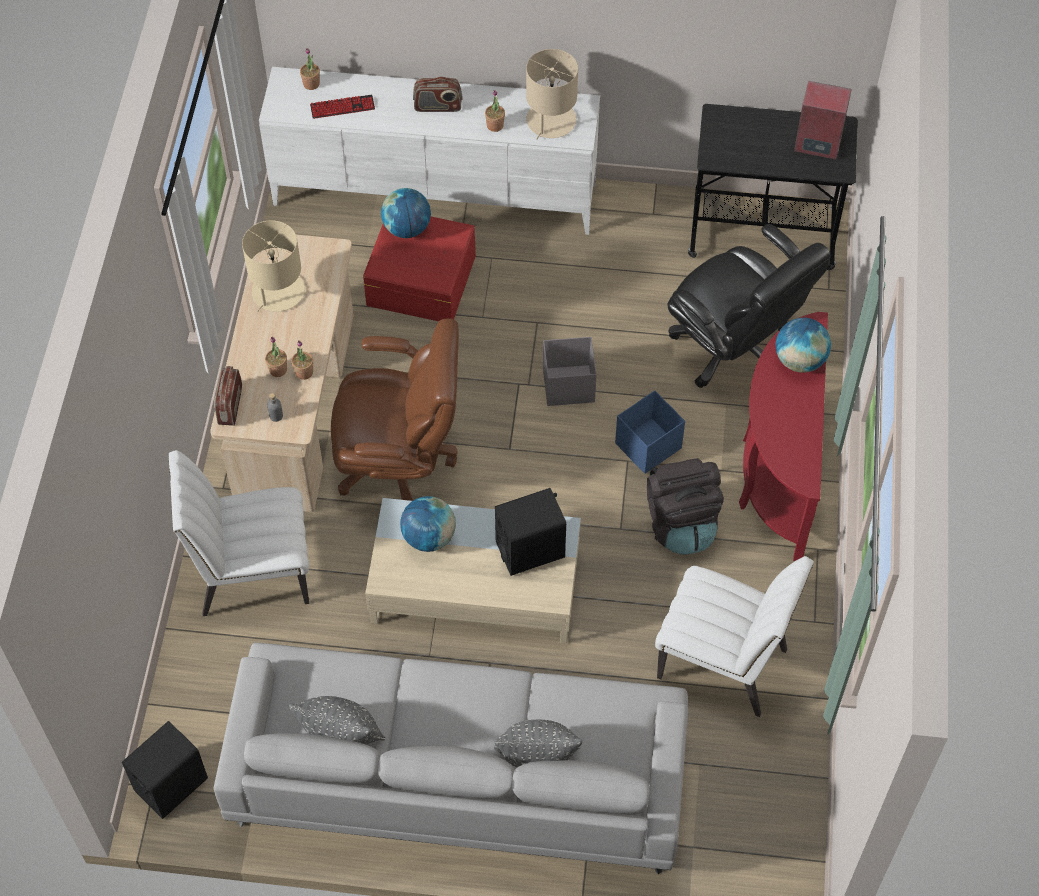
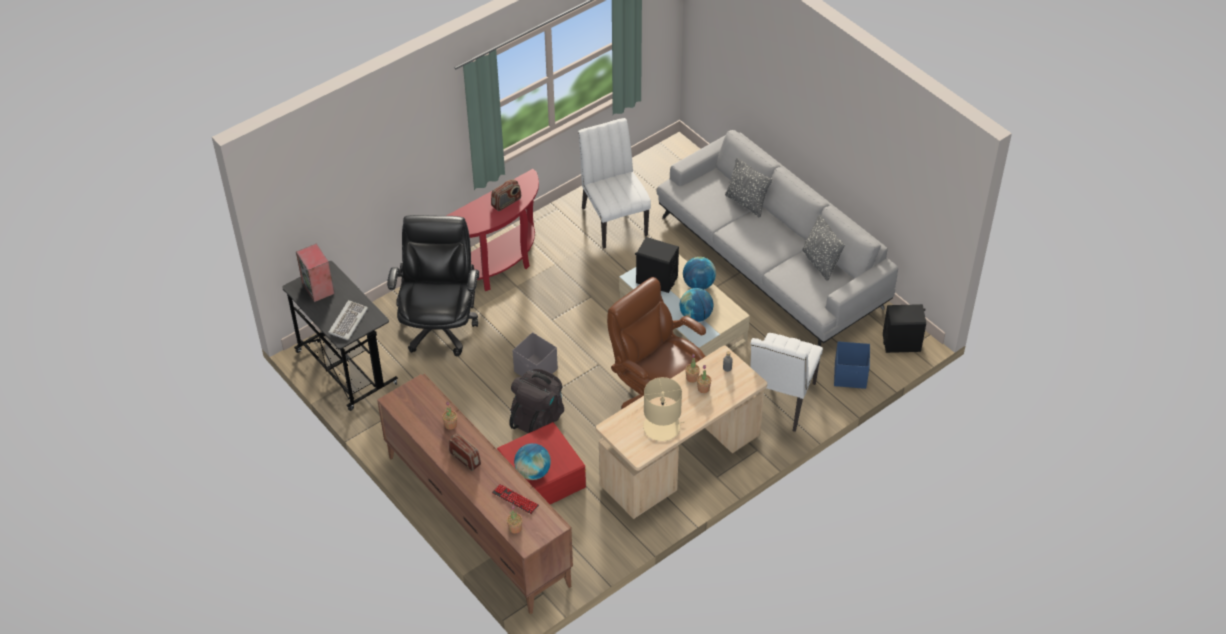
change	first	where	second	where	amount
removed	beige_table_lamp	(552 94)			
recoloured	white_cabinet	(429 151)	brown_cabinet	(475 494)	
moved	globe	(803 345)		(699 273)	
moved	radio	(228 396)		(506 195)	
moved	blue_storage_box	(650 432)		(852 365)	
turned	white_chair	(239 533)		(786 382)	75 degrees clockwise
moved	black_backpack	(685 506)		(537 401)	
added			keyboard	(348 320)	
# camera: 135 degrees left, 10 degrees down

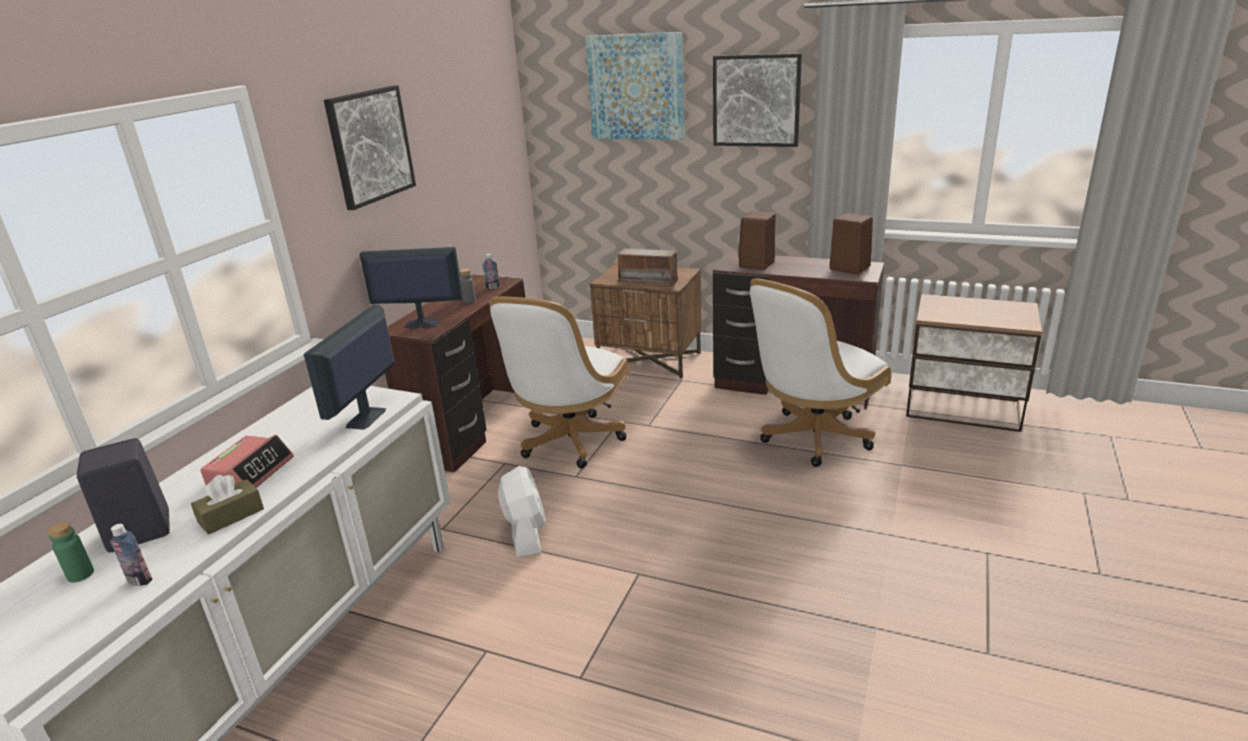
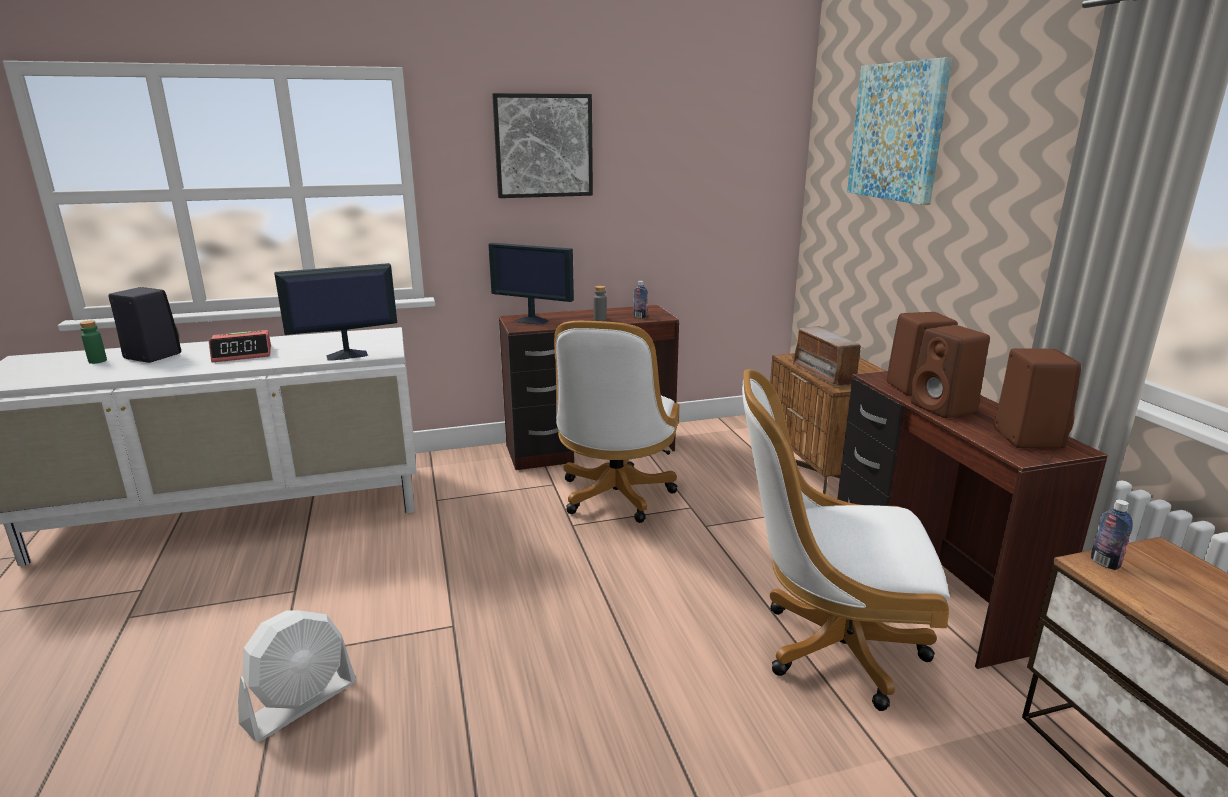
change	first	where	second	where	amount
removed	picture	(757 100)			
turned	monitor	(411 287)		(531 284)	150 degrees clockwise
turned	white_office_chair	(559 382)		(617 422)	60 degrees counterclockwise
moved	white_fan	(522 511)		(297 676)	
removed	brown_tissue_box	(227 505)			
moved	bottle	(131 555)		(1112 535)	
added			brown_speaker	(950 371)	
# camera: 50 degrees right, 5 degrees down

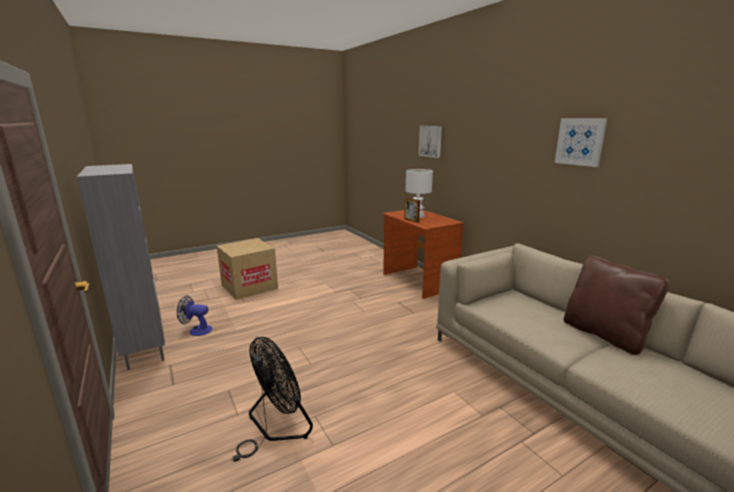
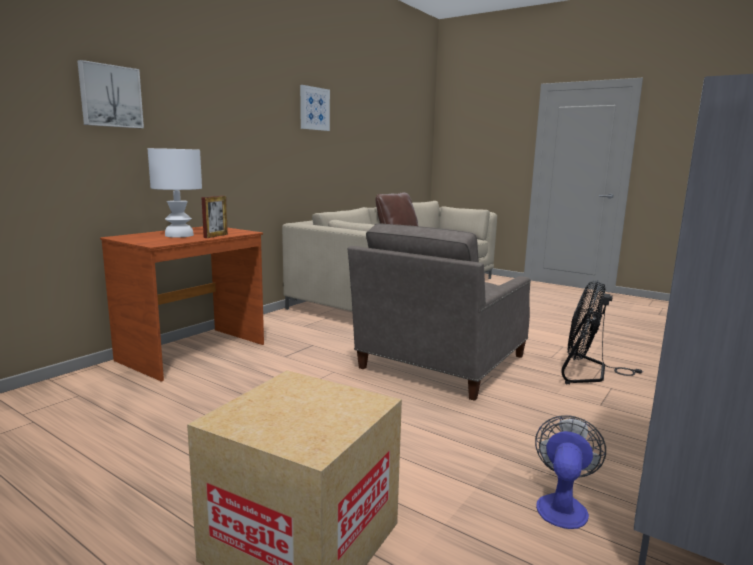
change	first	where	second	where	amount
turned	fan	(194 315)		(570 472)	135 degrees counterclockwise
added			grey_armchair	(439 312)	
# camera: 115 degrees left, 5 degrees down

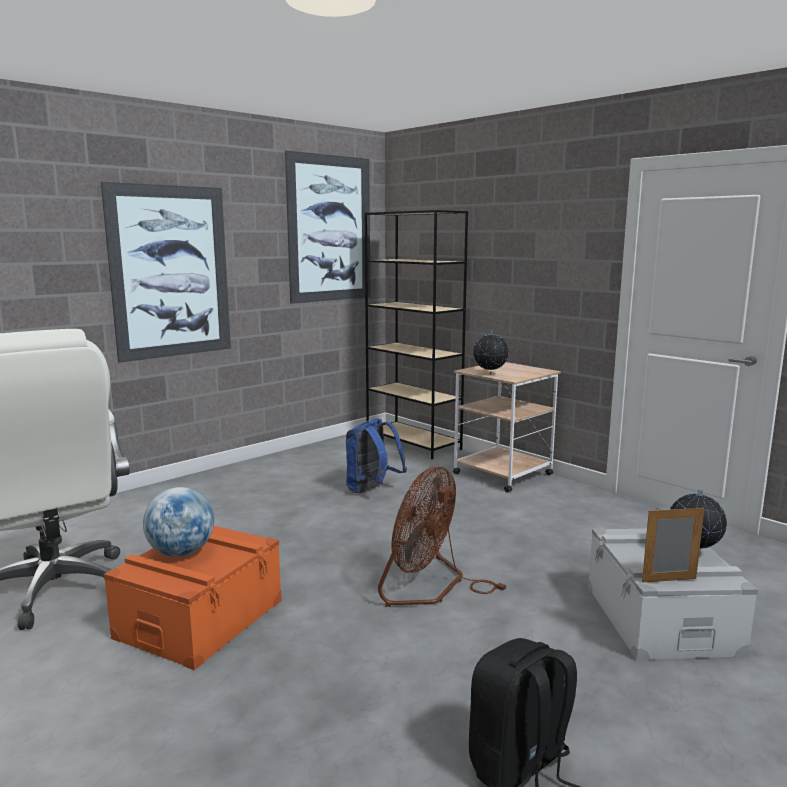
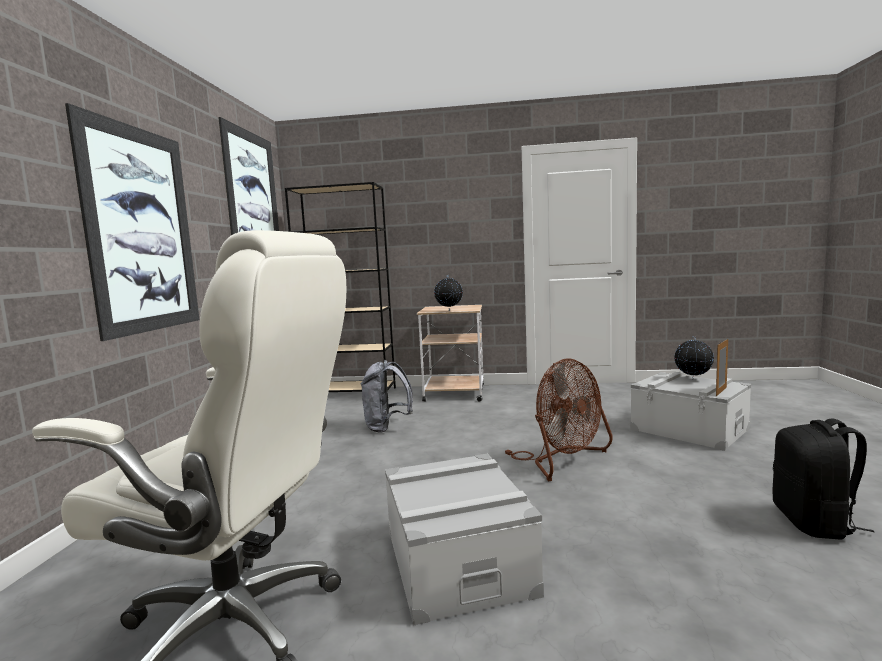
change	first	where	second	where	amount
recoloured	blue_backpack	(376 455)	grey_backpack	(387 396)	
turned	brown_fan	(442 537)		(559 419)	120 degrees counterclockwise
removed	globe	(178 522)			
recoloured	orange_storage_box	(193 598)	grey_storage_box	(464 539)	
# camera: 40 degrees left, 5 degrees down

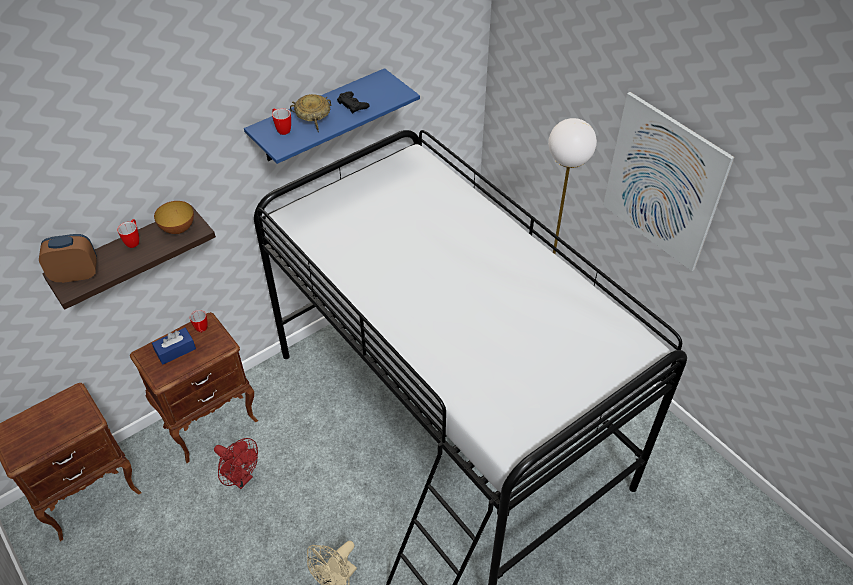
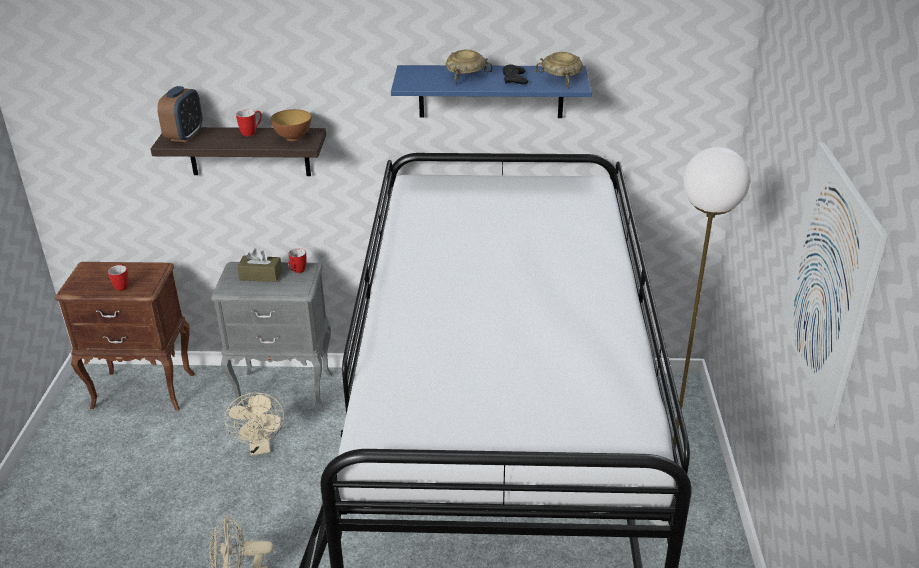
change	first	where	second	where	amount
moved	mug	(281 121)		(118 277)	
turned	alarm_clock	(68 258)		(179 114)	75 degrees clockwise
recoloured	brown_nightstand	(194 387)	grey_nightstand	(271 337)	
recoloured	blue_tissue_box	(174 346)	brown_tissue_box	(259 265)	
recoloured	red_fan	(236 463)	beige_fan	(255 424)	
added			beige_bowl	(559 70)	
# camera: 40 degrees right, 15 degrees down

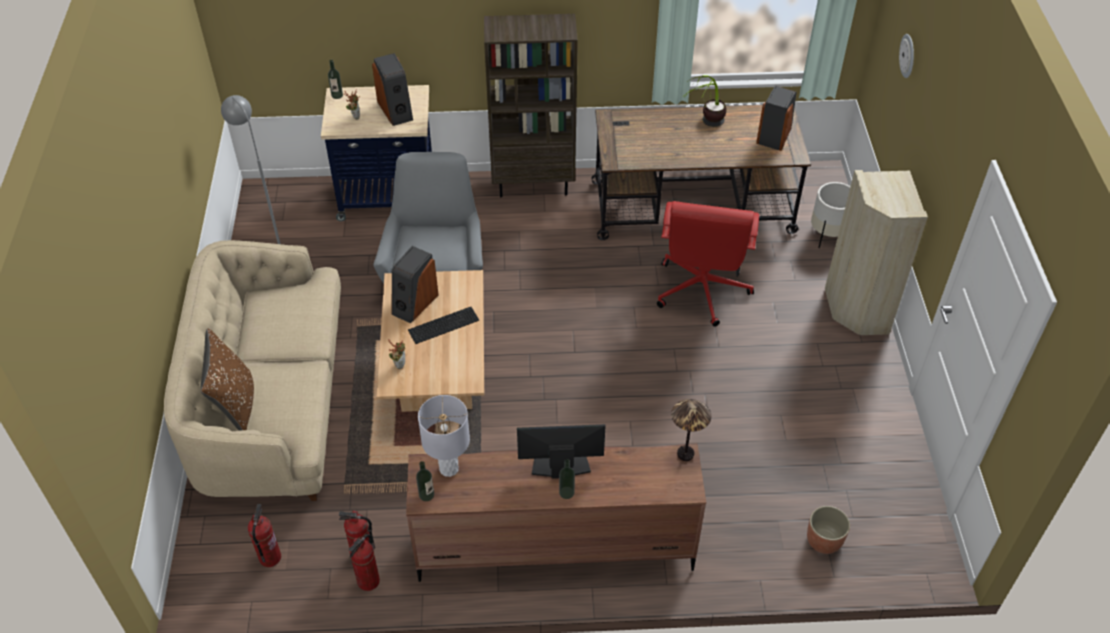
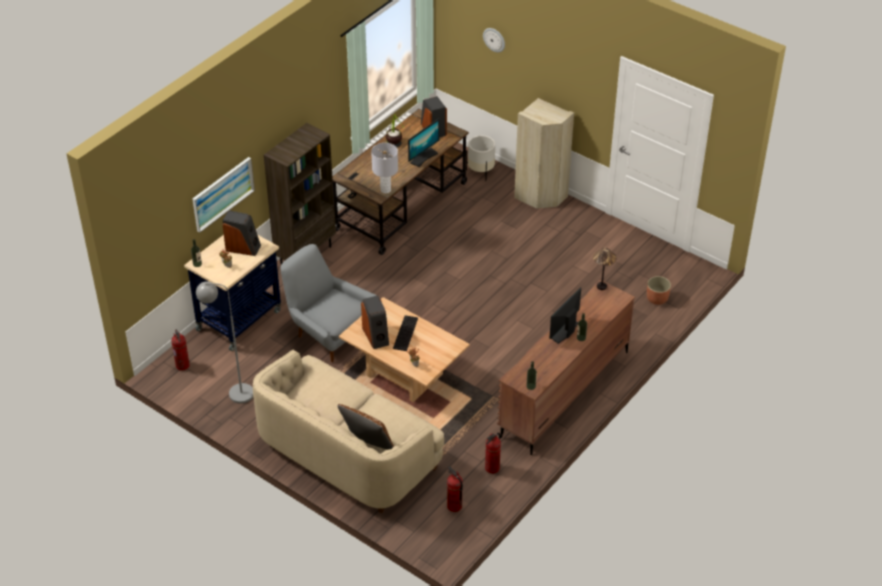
change	first	where	second	where	amount
removed	red_office_chair	(708 264)			
moved	grey_table_lamp	(444 436)		(384 168)	
moved	fire_extinguisher	(364 562)		(180 350)	
added			monitor	(424 142)	
added			picture	(223 195)	
# camera: 50 degrees left, 5 degrees down

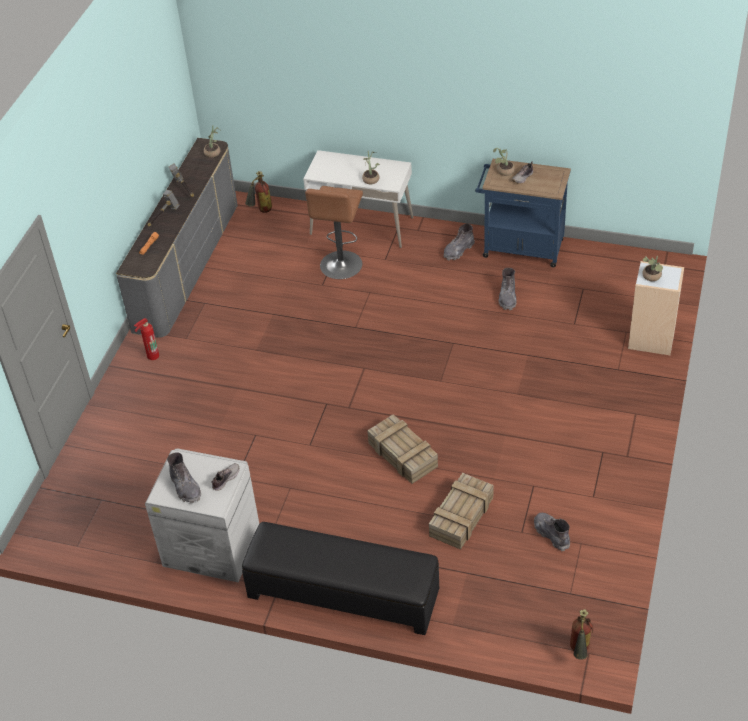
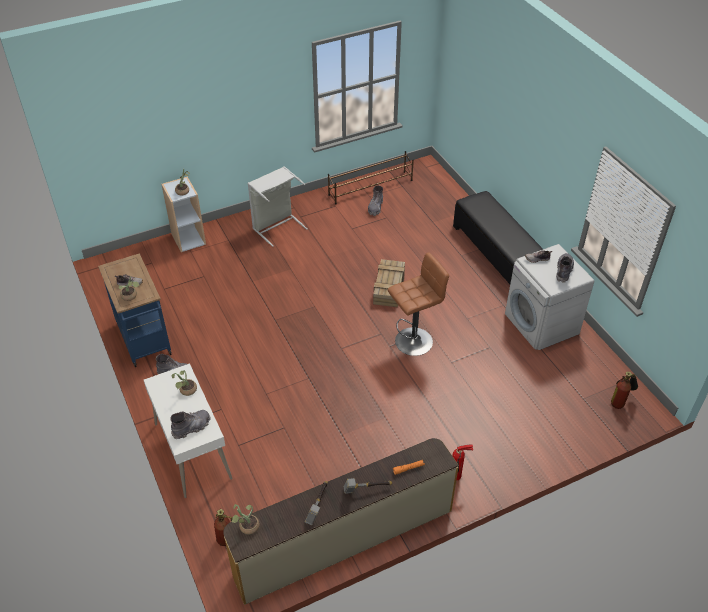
change	first	where	second	where	amount
recoloured	grey_cabinet	(177 238)	brown_cabinet	(341 521)	
moved	brown_stool	(334 232)		(418 304)	
moved	grey_boot	(507 289)		(190 424)	
removed	crate	(461 511)			
moved	fire_extinguisher	(581 634)		(624 390)	
added			brown_shoe_rack	(371 177)	
added			grey_laundry_basket	(277 206)	
# camera: 135 degrees left, 0 degrees up

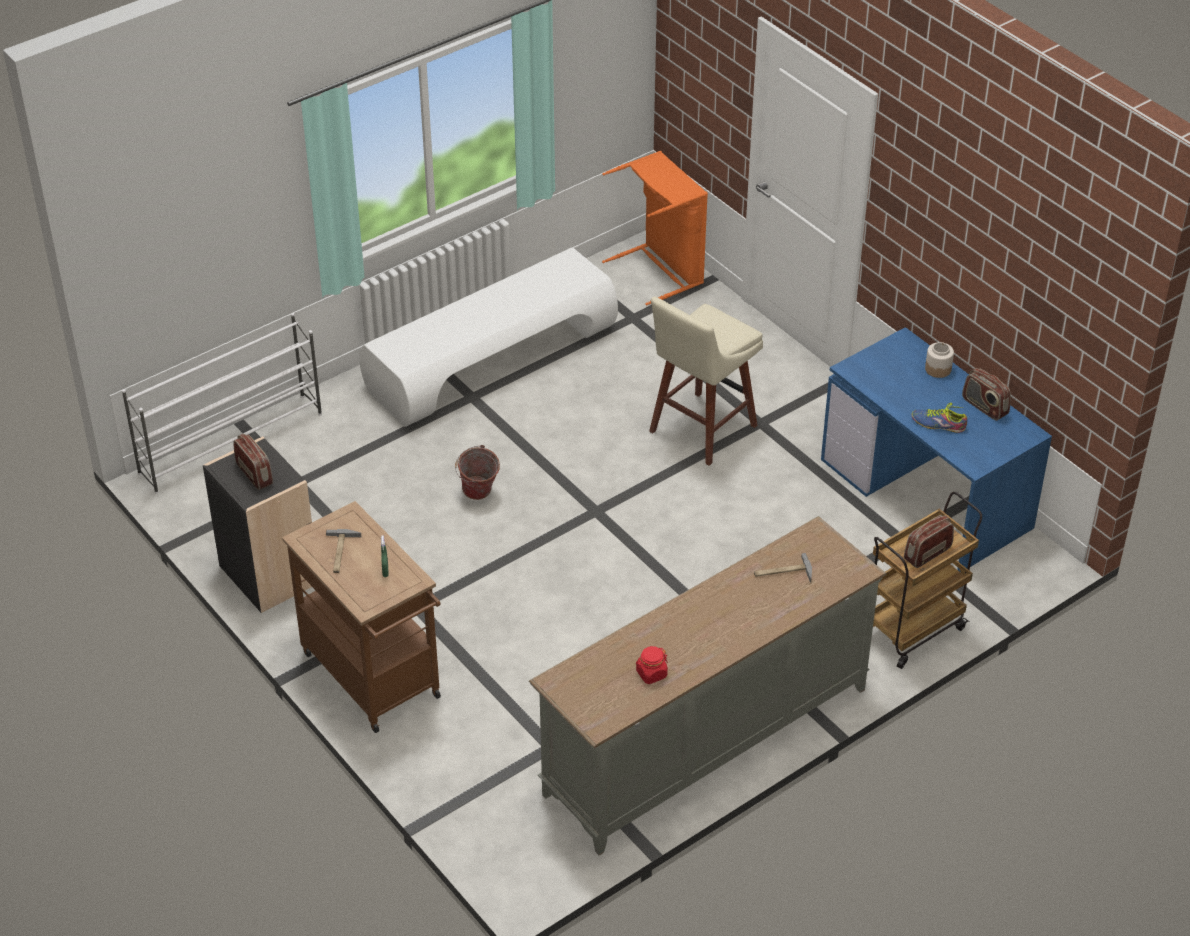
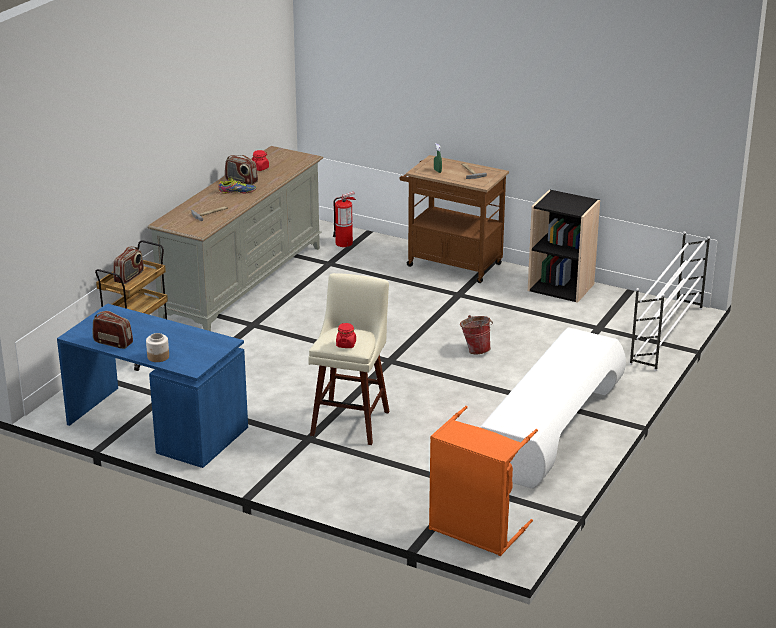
change	first	where	second	where	amount
moved	shoe	(939 418)		(237 185)	
moved	radio	(253 462)		(241 170)	
added			fire_extinguisher	(344 219)	
added			red_jar	(346 335)	
# camera: 155 degrees right, 15 degrees down

